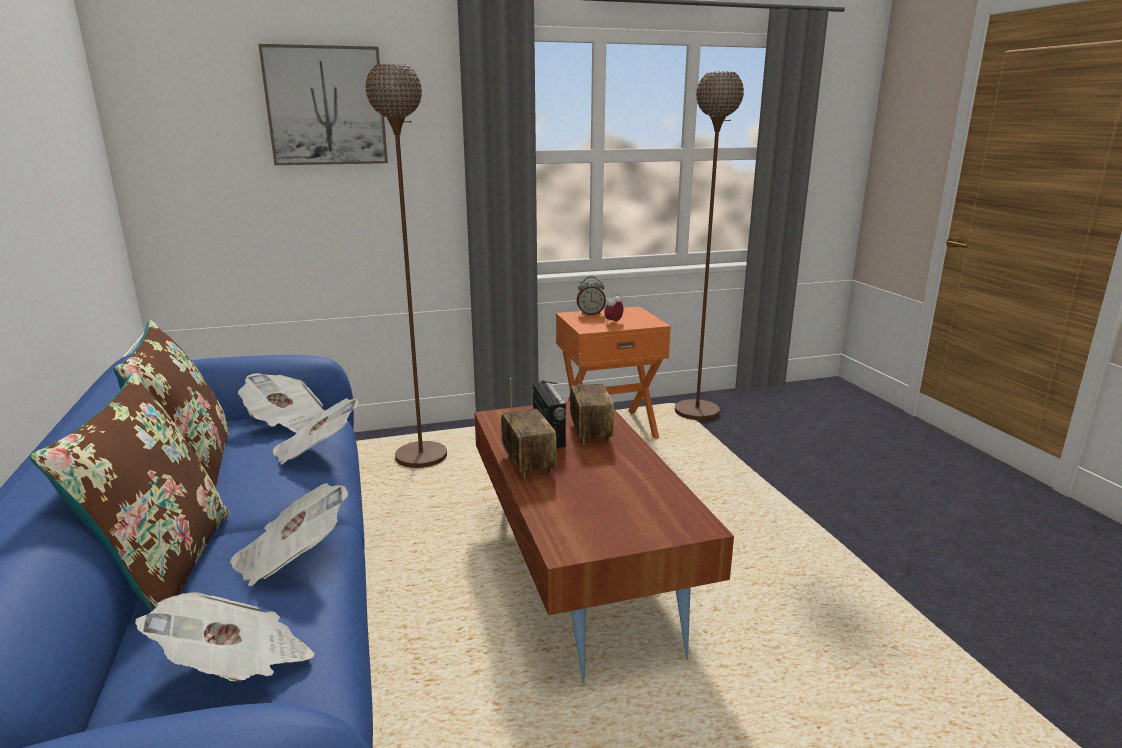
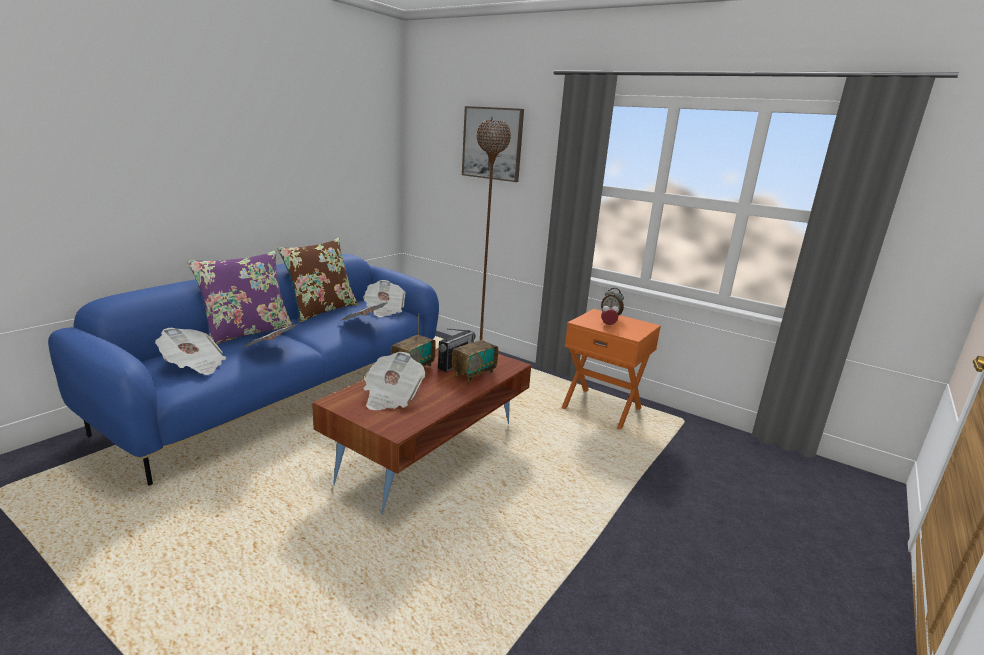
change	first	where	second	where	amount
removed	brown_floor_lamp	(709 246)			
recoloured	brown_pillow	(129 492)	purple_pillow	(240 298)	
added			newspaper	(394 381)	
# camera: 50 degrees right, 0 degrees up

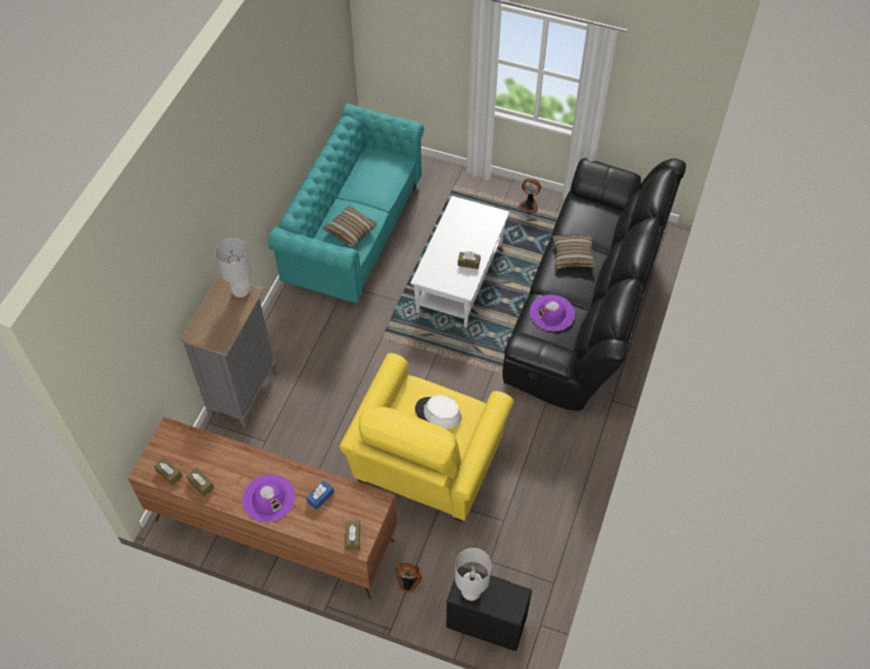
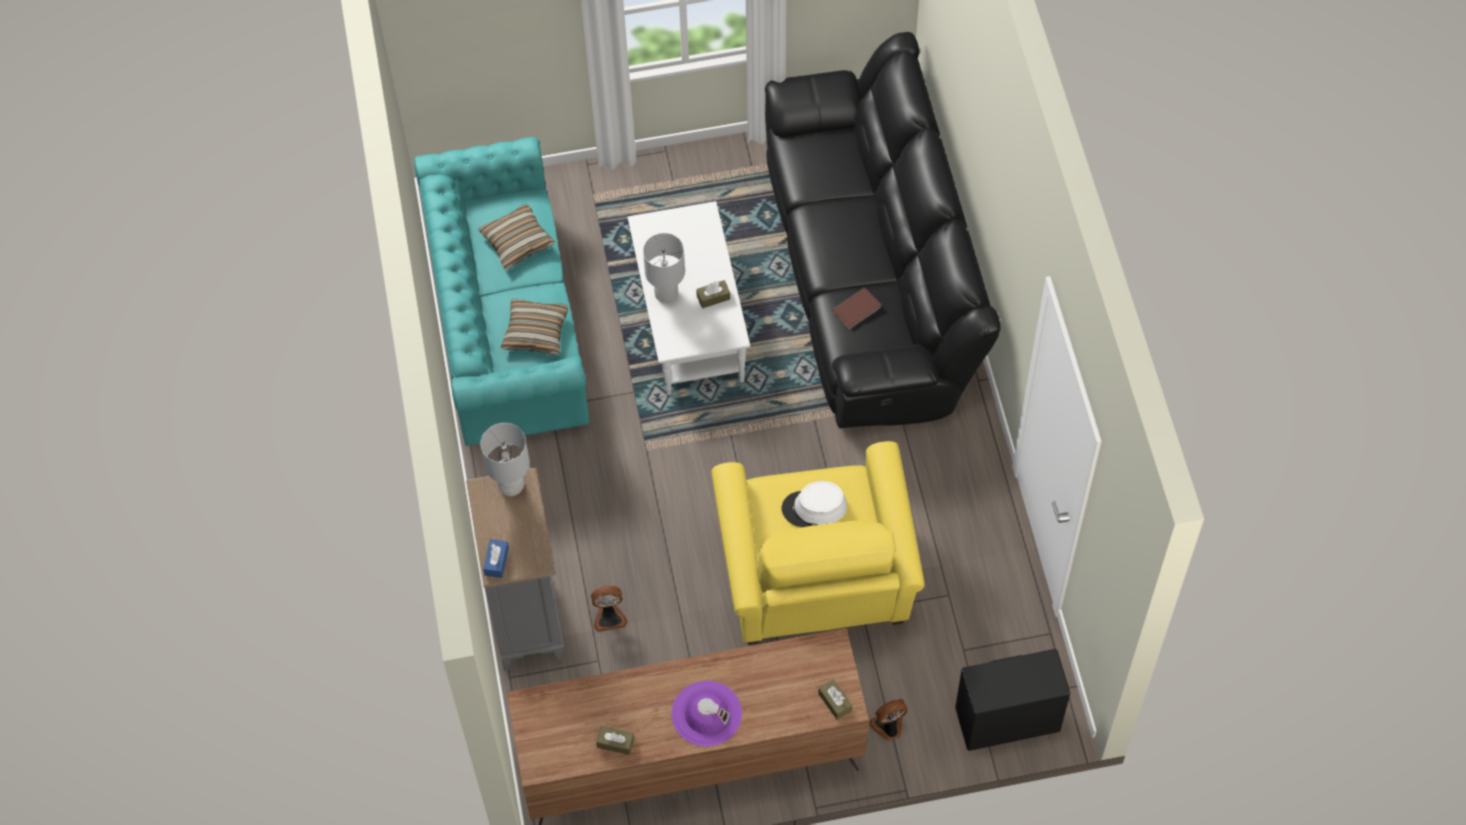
change	first	where	second	where	amount
moved	fan	(529 195)		(609 609)	
moved	pillow	(574 251)		(516 237)	
replaced	purple_hat	(552 313)	brown_book	(857 308)	
removed	brown_tissue_box	(168 471)			
moved	blue_tissue_box	(320 495)		(496 558)	
moved	grey_table_lamp	(473 574)		(664 268)	
# camera: 30 degrees left, 5 degrees up

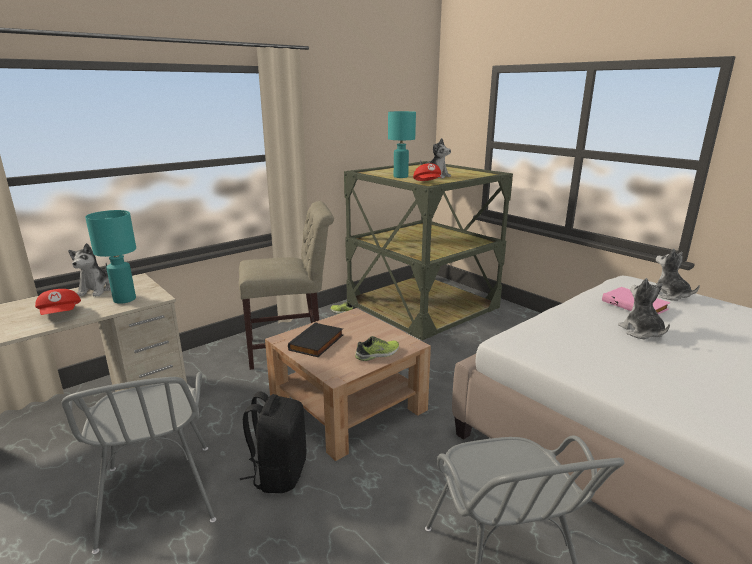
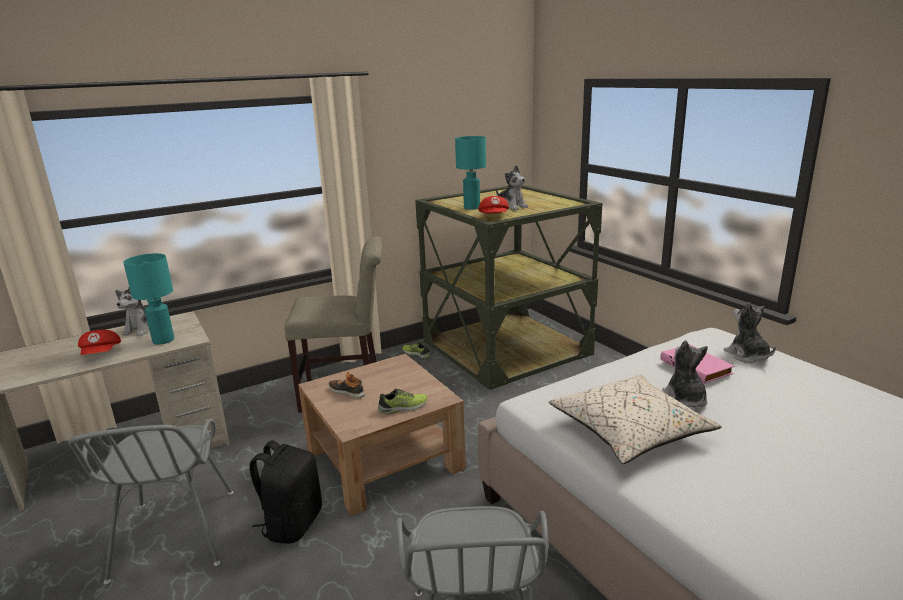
change	first	where	second	where	amount
replaced	black_book	(315 339)	shoe	(347 385)	
added			beige_pillow	(635 419)	
# camera: 10 degrees right, 0 degrees up

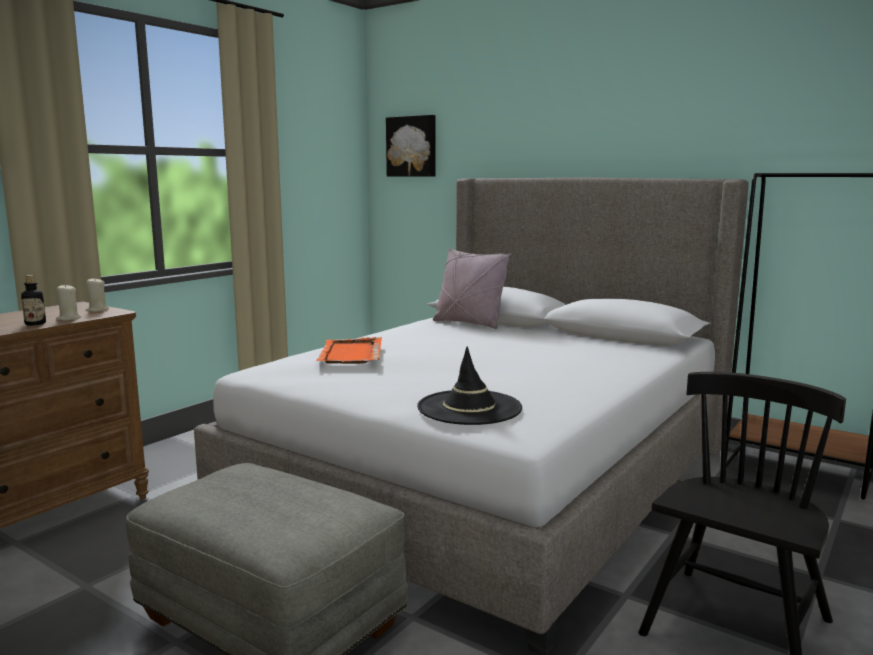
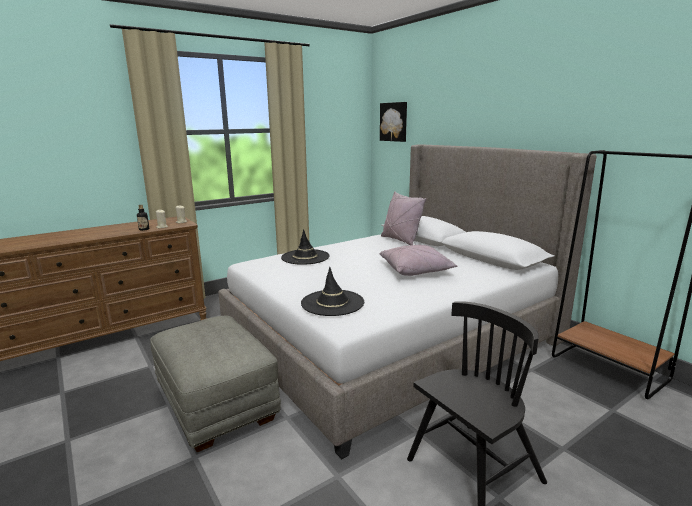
change	first	where	second	where	amount
replaced	orange_tray	(349 350)	black_hat	(305 247)	
added			purple_pillow	(419 260)	
# camera: 20 degrees right, 5 degrees up

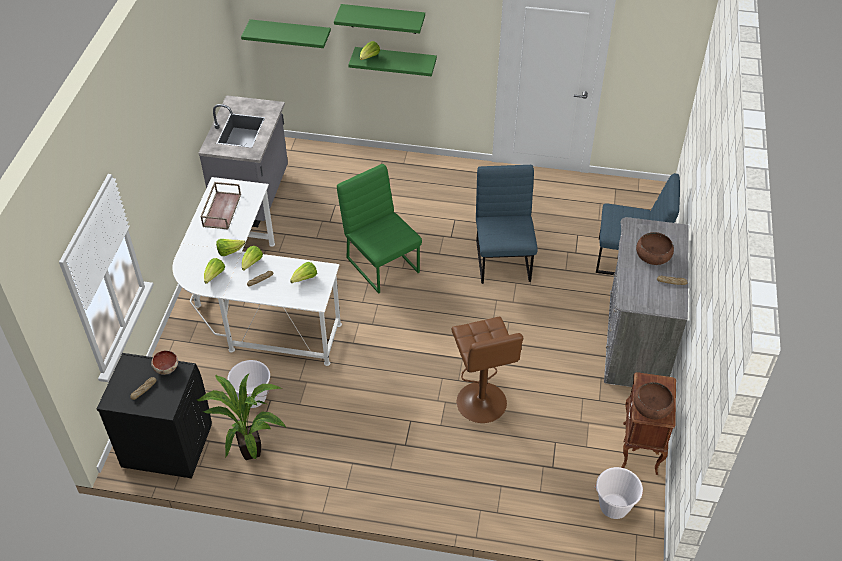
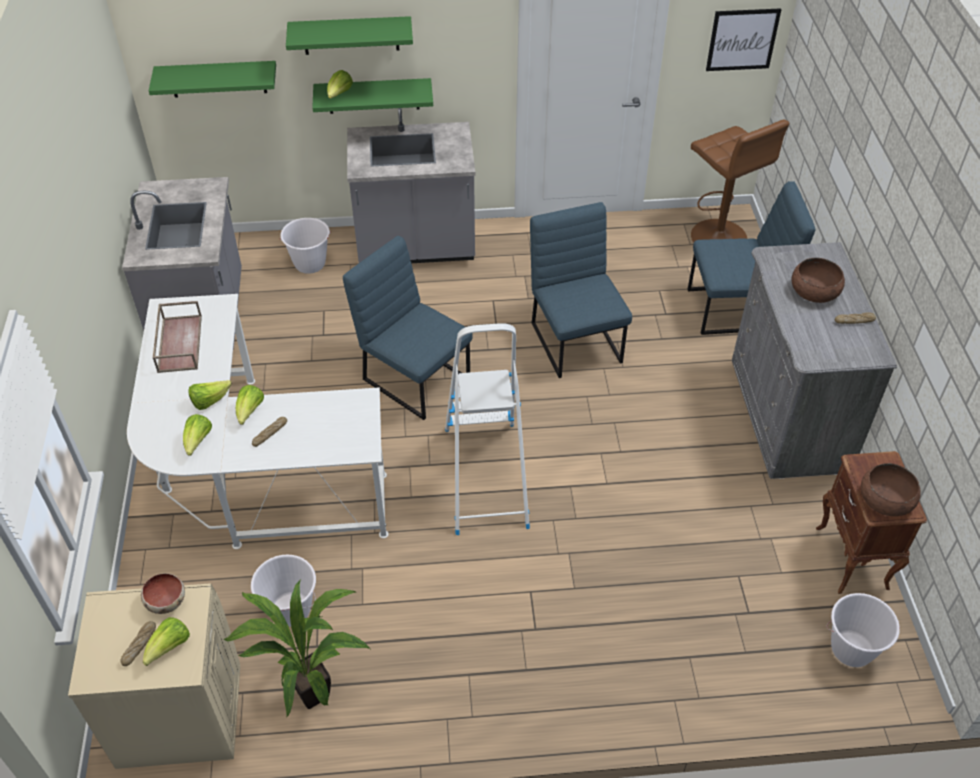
change	first	where	second	where	amount
recoloured	green_chair	(379 229)	blue_chair	(408 328)	
moved	lettuce	(303 272)		(166 641)	
moved	brown_stool	(487 370)		(740 181)	
recoloured	black_washing_machine	(154 415)	beige_washing_machine	(154 676)	
added			picture	(744 39)	
added			grey_counter	(411 185)	
added			white_bucket	(305 246)	
added			white_step_ladder	(487 429)	
# camera: 15 degrees left, 0 degrees up

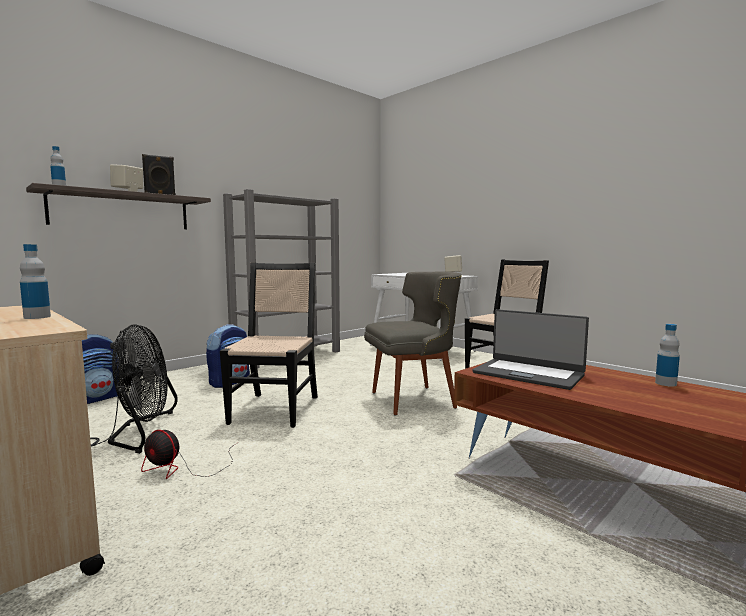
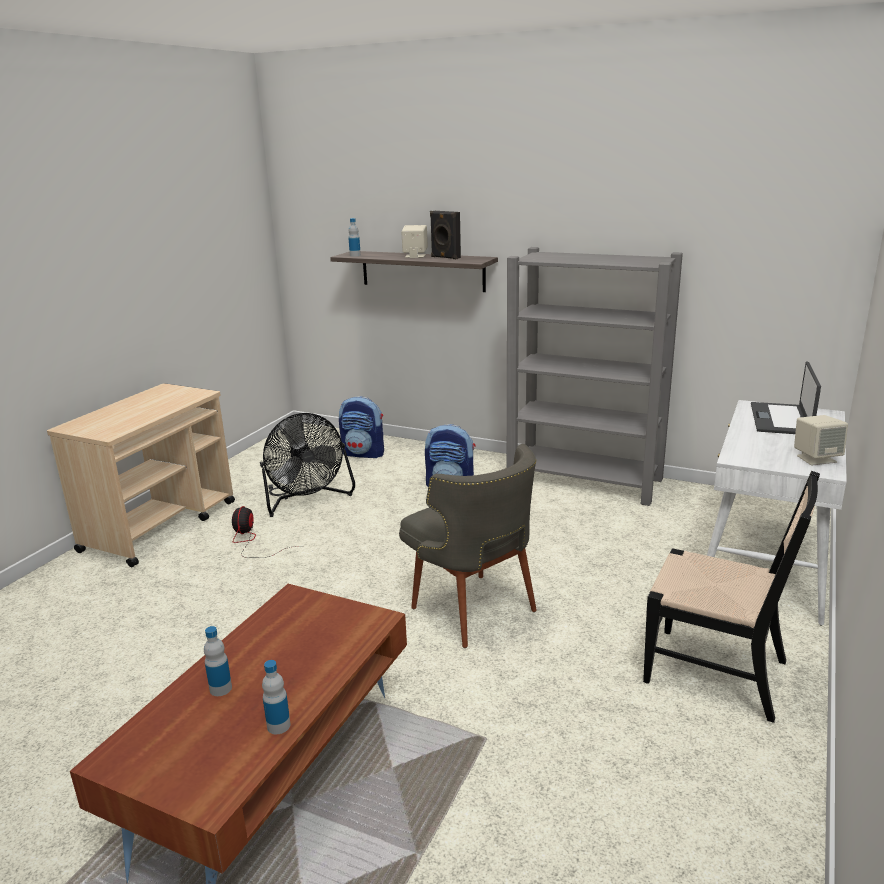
change	first	where	second	where	amount
moved	bottle	(35 281)		(218 661)	
removed	chair	(269 345)			
moved	laptop	(531 349)		(786 397)	
# camera: 70 degrees right, 15 degrees up

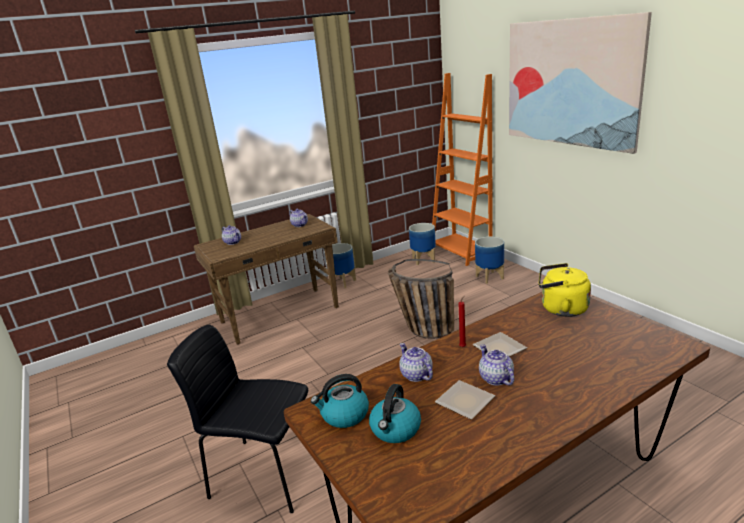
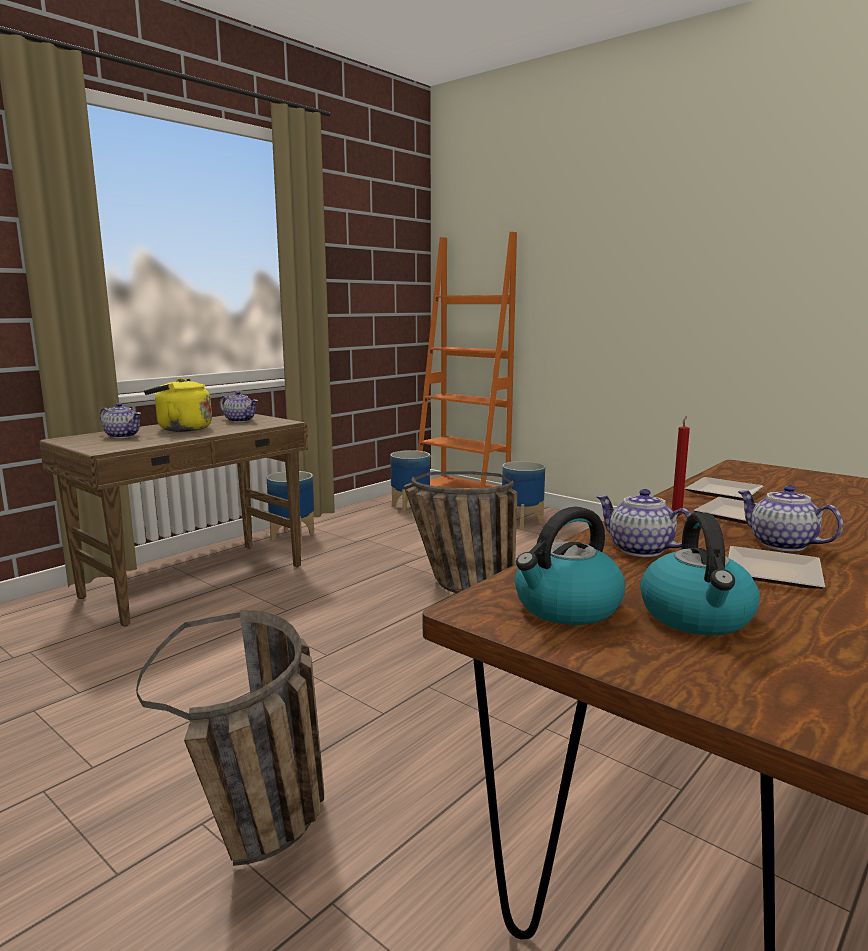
change	first	where	second	where	amount
removed	picture	(580 83)			
moved	yellow_kettle	(565 290)		(178 405)	
replaced	black_chair	(237 419)	basket	(230 738)	
added			plate	(724 488)	
# camera: 20 degrees left, 10 degrees down

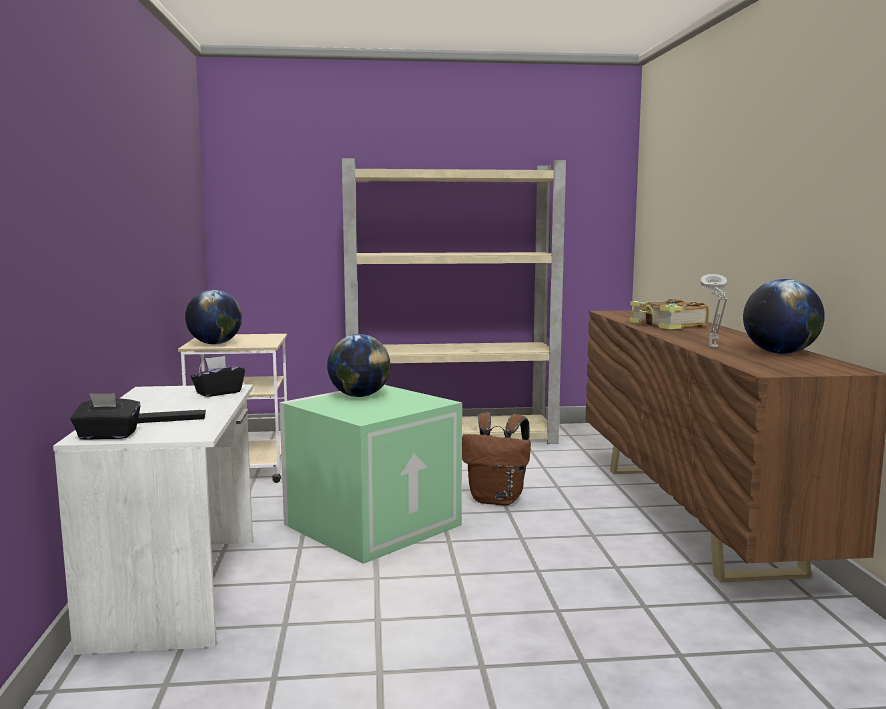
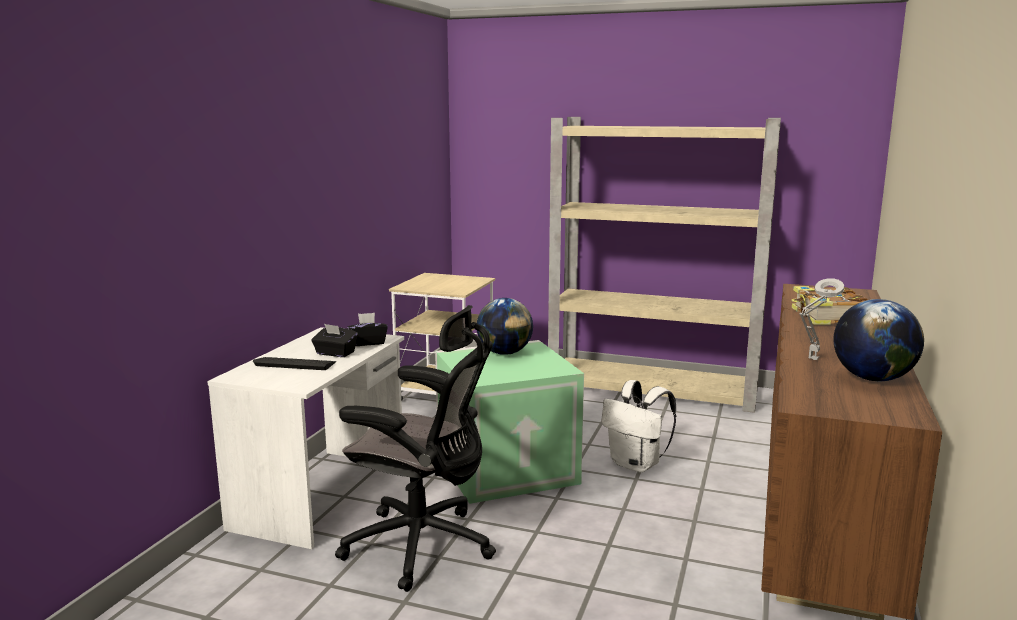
change	first	where	second	where	amount
removed	globe	(213 317)			
moved	black_tissue_box	(105 416)		(334 340)	
recoloured	brown_backpack	(496 459)	white_backpack	(639 426)	
added			office_chair	(415 448)	
# camera: 25 degrees right, 5 degrees up

